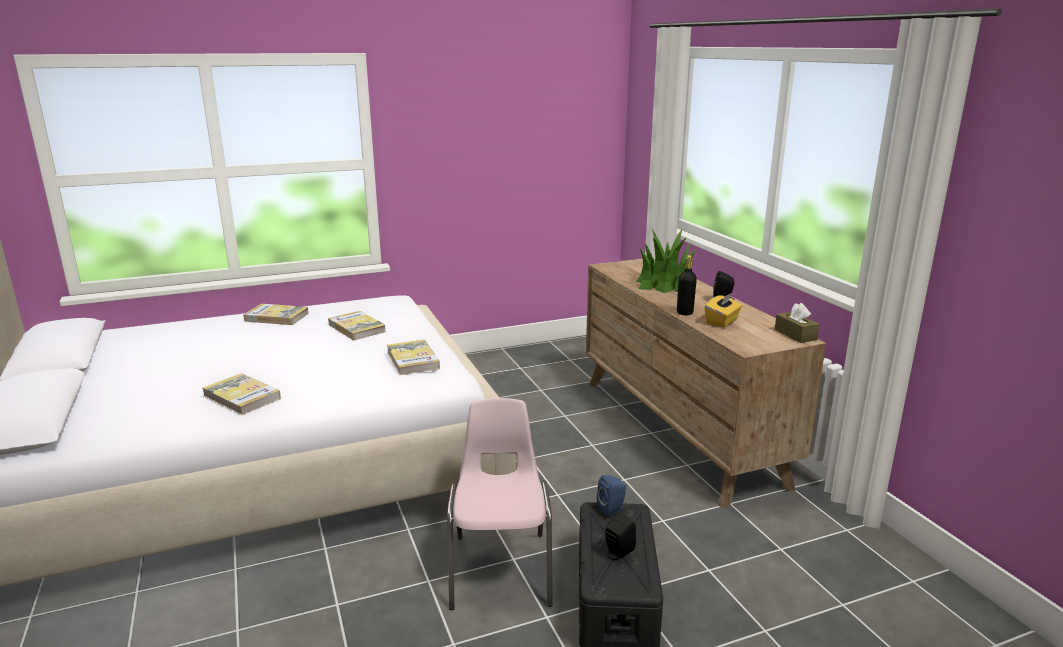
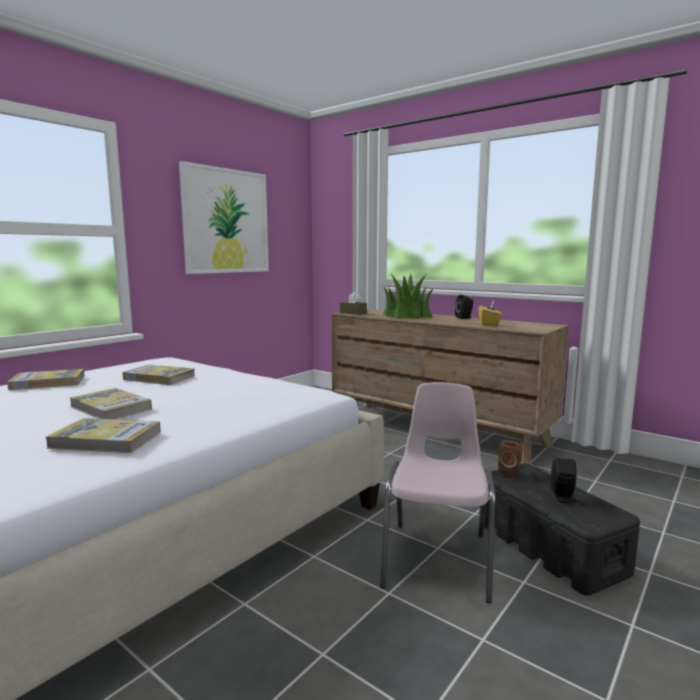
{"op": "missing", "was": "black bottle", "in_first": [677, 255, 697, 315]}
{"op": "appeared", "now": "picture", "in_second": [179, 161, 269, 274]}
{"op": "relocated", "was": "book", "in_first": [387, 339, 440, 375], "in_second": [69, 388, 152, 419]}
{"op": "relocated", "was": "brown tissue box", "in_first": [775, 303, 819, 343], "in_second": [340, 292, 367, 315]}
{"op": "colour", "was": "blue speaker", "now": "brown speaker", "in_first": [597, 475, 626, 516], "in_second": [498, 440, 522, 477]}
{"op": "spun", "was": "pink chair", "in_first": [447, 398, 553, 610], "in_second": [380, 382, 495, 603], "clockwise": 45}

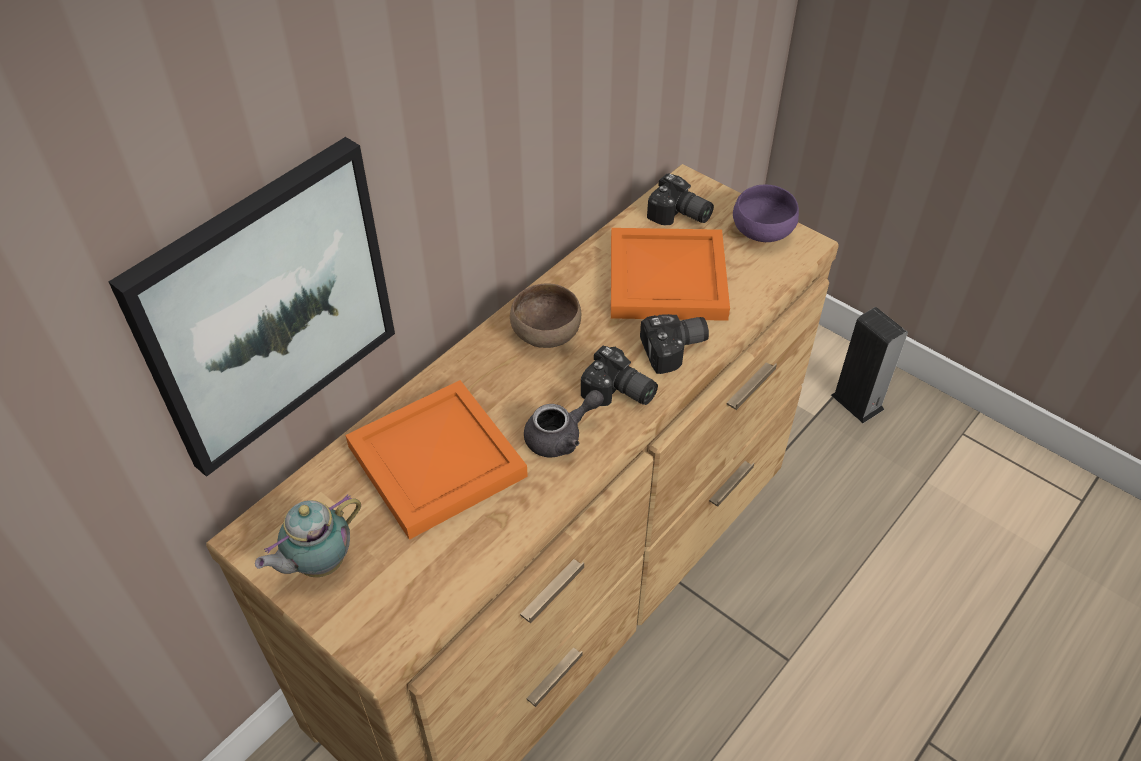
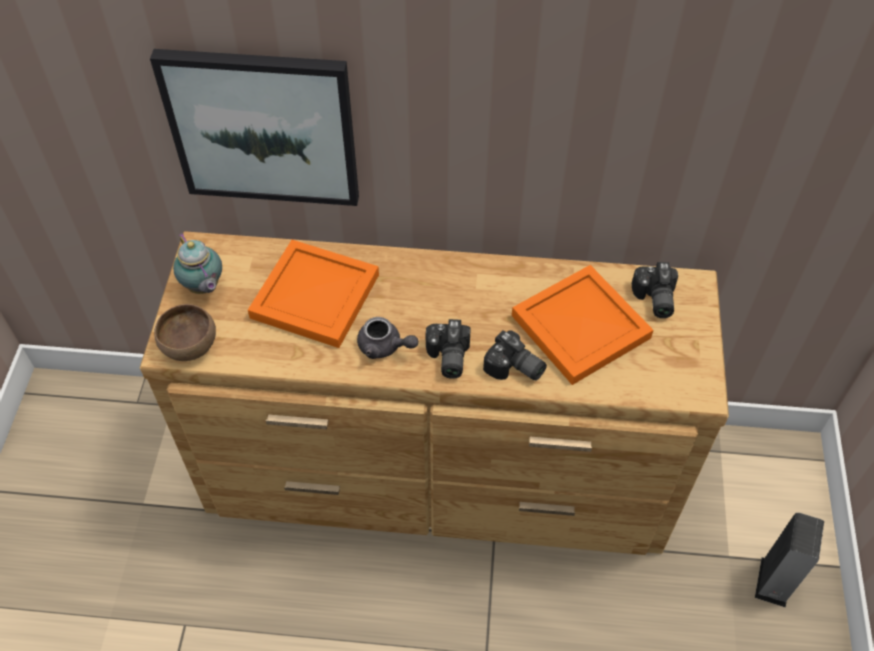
{"op": "missing", "was": "purple bowl", "in_first": [733, 185, 799, 242]}
{"op": "relocated", "was": "brown bowl", "in_first": [510, 283, 581, 348], "in_second": [154, 304, 216, 361]}
{"op": "spun", "was": "teapot", "in_first": [255, 494, 361, 577], "in_second": [173, 233, 222, 294], "clockwise": -135}

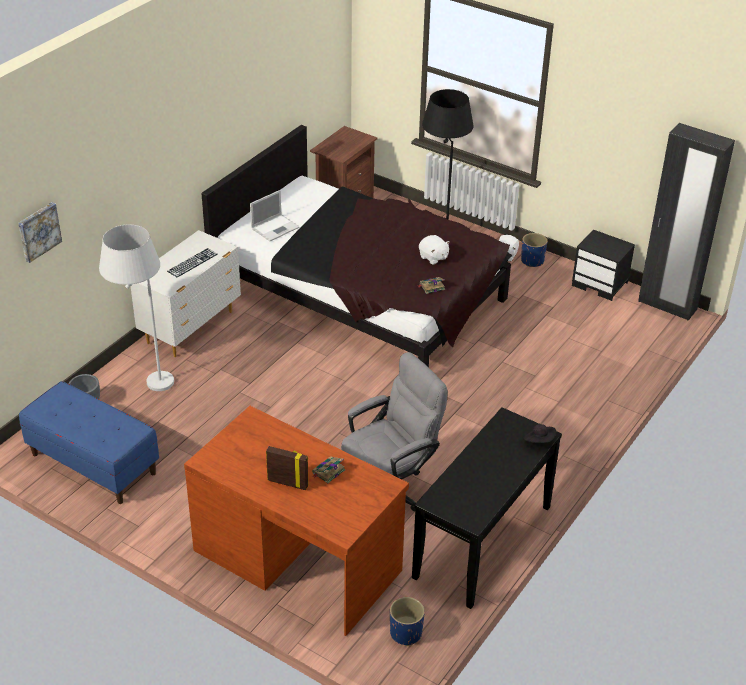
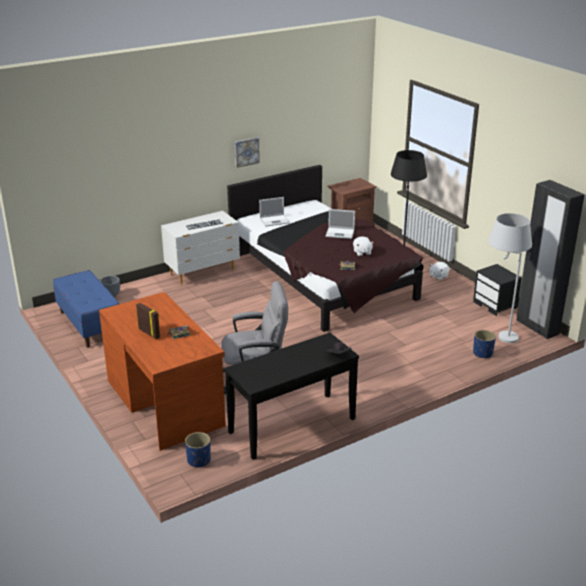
{"op": "appeared", "now": "laptop", "in_second": [326, 209, 355, 239]}
{"op": "relocated", "was": "picture", "in_first": [18, 202, 62, 263], "in_second": [235, 137, 260, 168]}
{"op": "relocated", "was": "white floor lamp", "in_first": [99, 225, 174, 391], "in_second": [488, 213, 532, 343]}
{"op": "relocated", "was": "blue planter", "in_first": [521, 233, 547, 267], "in_second": [473, 330, 496, 358]}

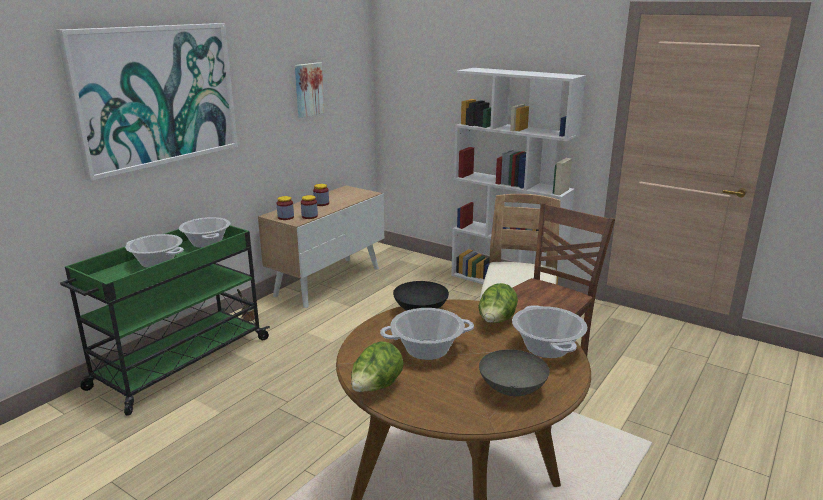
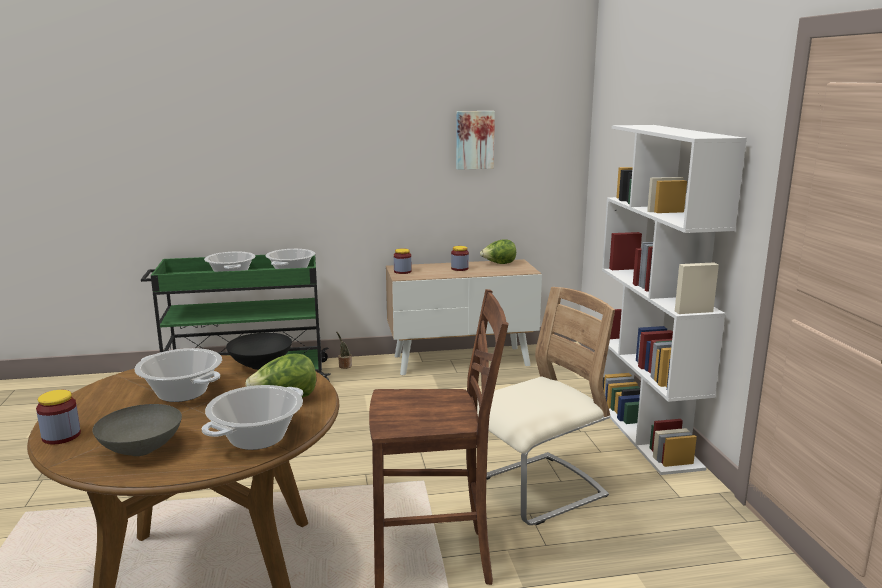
{"op": "missing", "was": "picture", "in_first": [56, 23, 238, 181]}
{"op": "relocated", "was": "jar", "in_first": [301, 195, 318, 219], "in_second": [36, 390, 81, 444]}
{"op": "relocated", "was": "lettuce", "in_first": [351, 342, 404, 392], "in_second": [480, 239, 516, 264]}

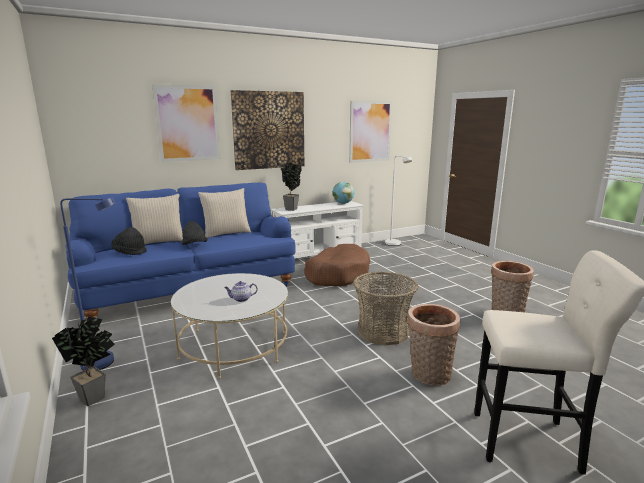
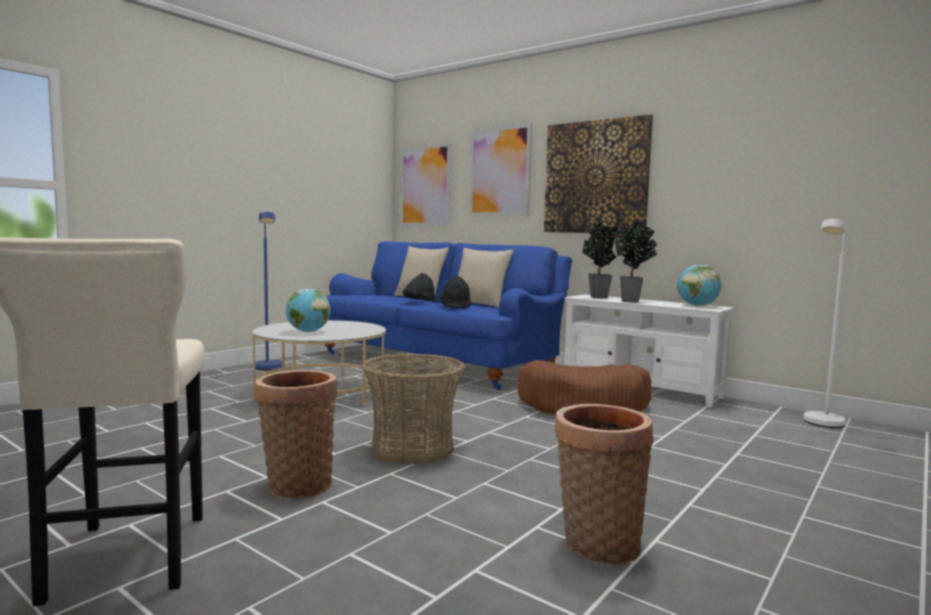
{"op": "relocated", "was": "potted plant", "in_first": [52, 316, 115, 406], "in_second": [613, 222, 658, 303]}
{"op": "relocated", "was": "black hat", "in_first": [111, 227, 147, 255], "in_second": [440, 276, 471, 309]}
{"op": "relocated", "was": "picture", "in_first": [349, 101, 392, 163], "in_second": [400, 143, 452, 226]}
{"op": "exchanged", "was": "teapot", "now": "globe", "in_first": [224, 281, 258, 302], "in_second": [286, 289, 330, 332]}

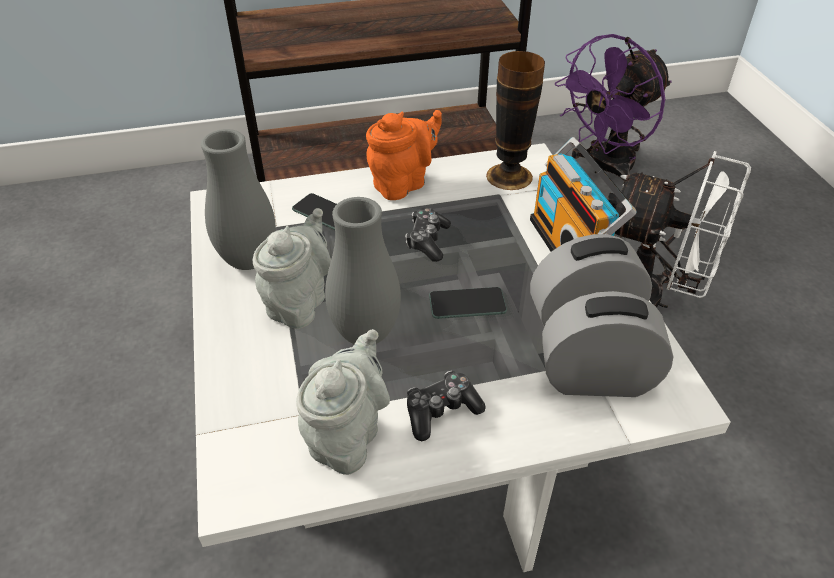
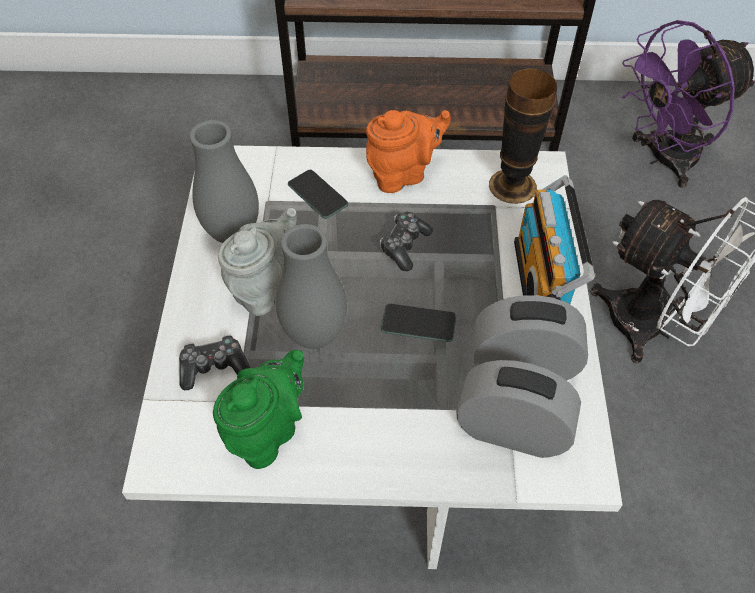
{"op": "relocated", "was": "game controller", "in_first": [407, 371, 486, 441], "in_second": [179, 335, 250, 390]}
{"op": "colour", "was": "grey teapot", "now": "green teapot", "in_first": [296, 329, 390, 475], "in_second": [213, 350, 304, 469]}

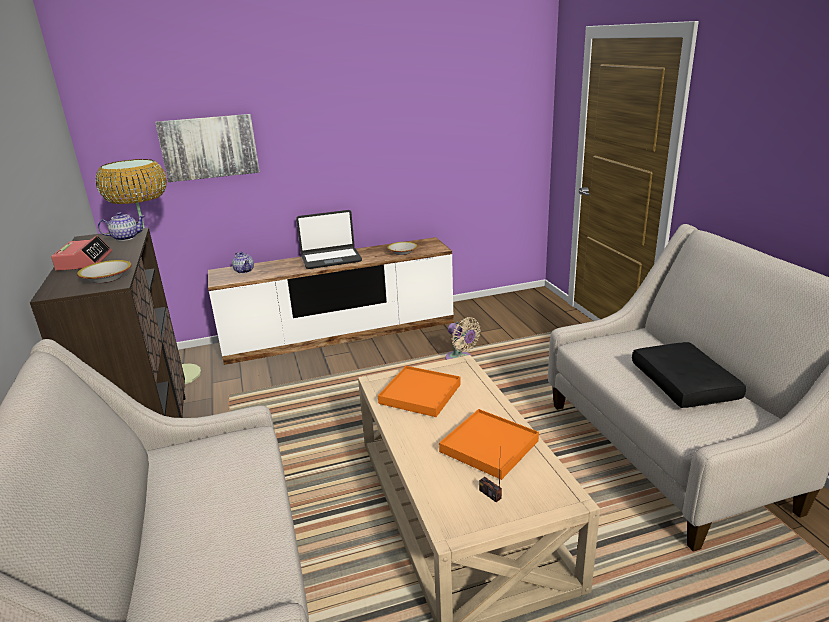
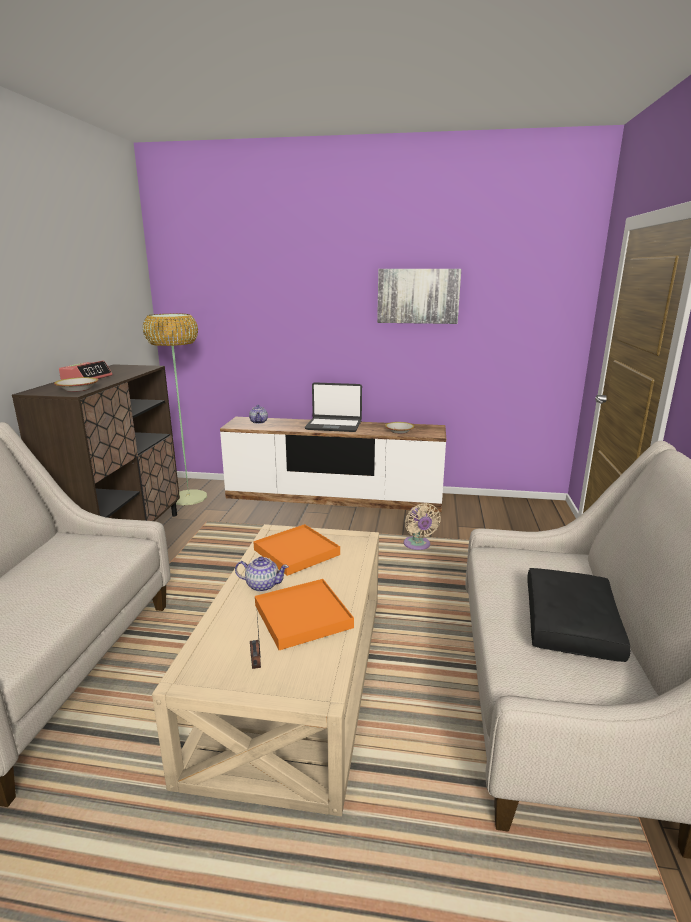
{"op": "relocated", "was": "teapot", "in_first": [98, 212, 145, 241], "in_second": [235, 557, 289, 592]}
{"op": "relocated", "was": "picture", "in_first": [155, 114, 260, 182], "in_second": [377, 269, 461, 324]}

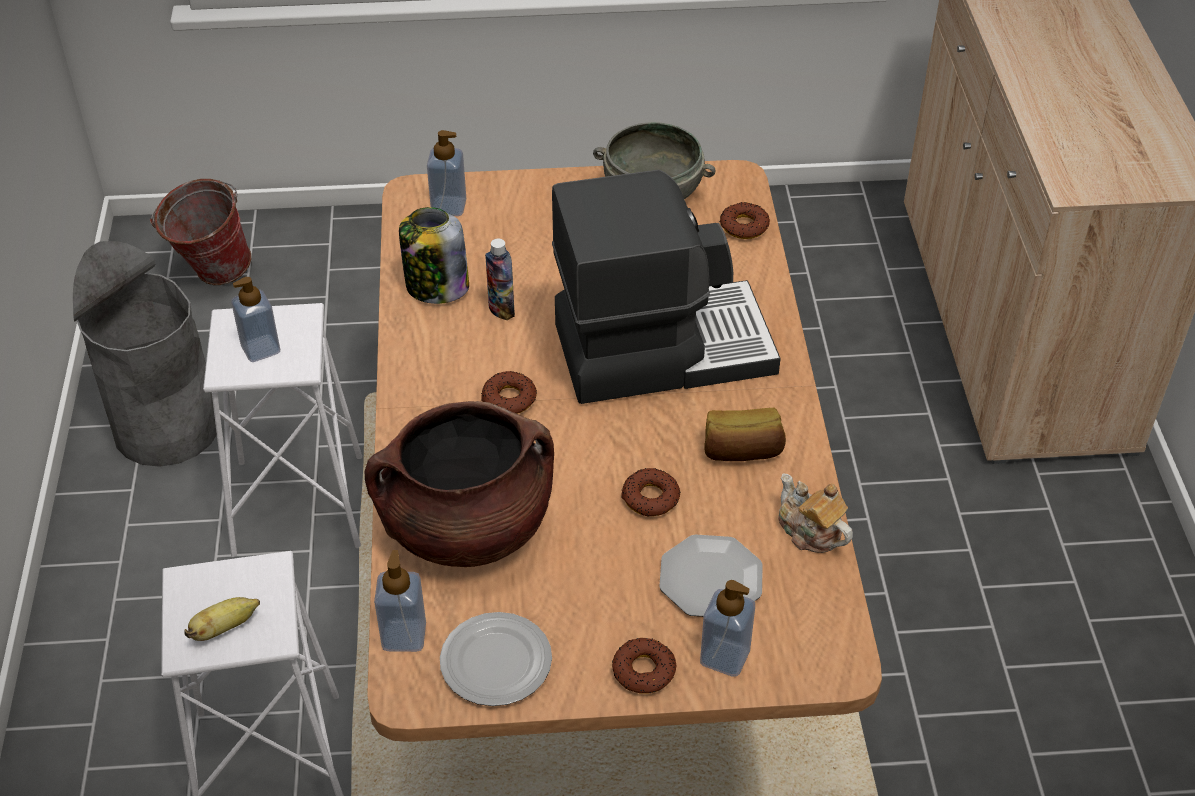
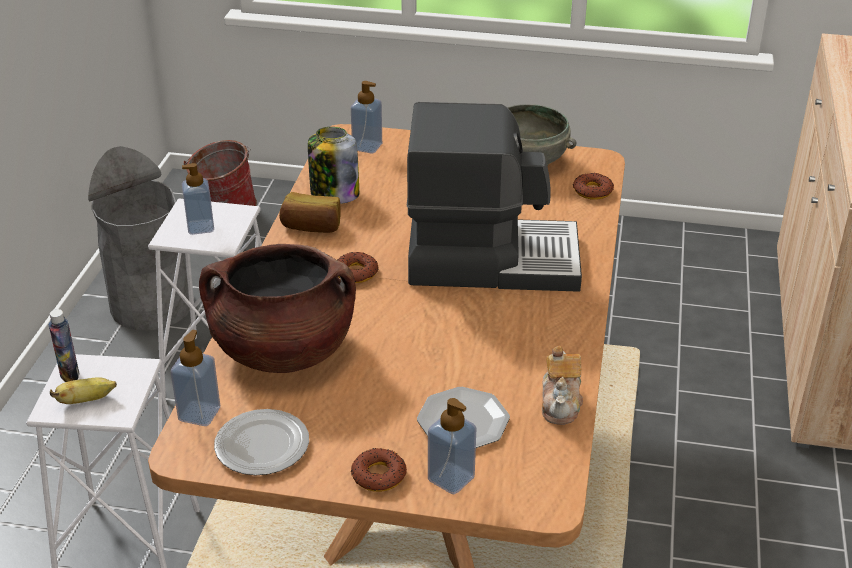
{"op": "missing", "was": "donut", "in_first": [621, 468, 680, 517]}
{"op": "relocated", "was": "bottle", "in_first": [485, 238, 515, 320], "in_second": [48, 309, 79, 382]}
{"op": "relocated", "was": "bread", "in_first": [704, 407, 786, 461], "in_second": [279, 192, 341, 233]}
{"op": "spun", "was": "teapot", "in_first": [778, 474, 853, 553], "in_second": [542, 346, 583, 425], "clockwise": -150}

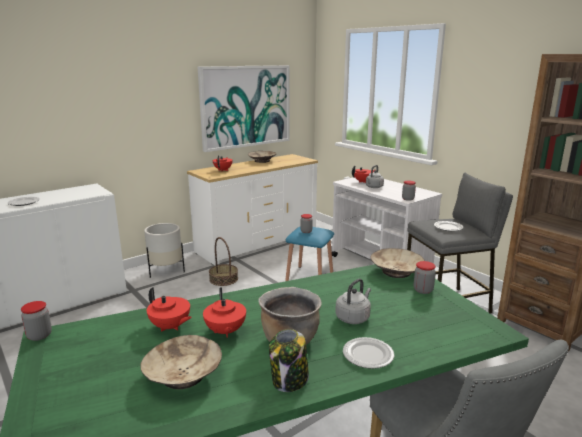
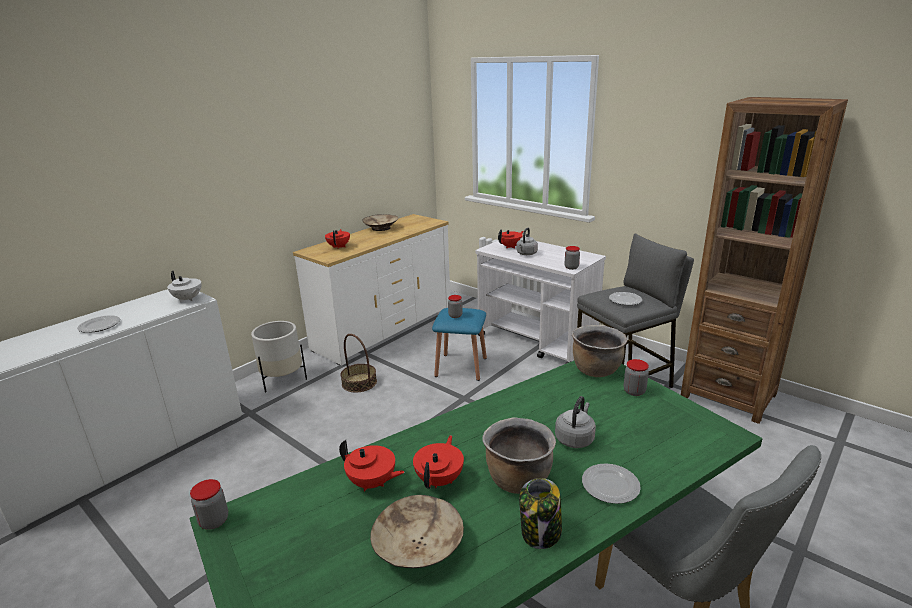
{"op": "missing", "was": "picture", "in_first": [198, 65, 290, 152]}
{"op": "appeared", "now": "white teapot", "in_second": [167, 271, 202, 302]}
{"op": "exchanged", "was": "beige bowl", "now": "brown cooking pot", "in_first": [370, 248, 425, 278], "in_second": [572, 325, 627, 377]}
{"op": "spun", "was": "red teapot", "in_first": [203, 287, 246, 338], "in_second": [413, 435, 464, 489], "clockwise": -135}

